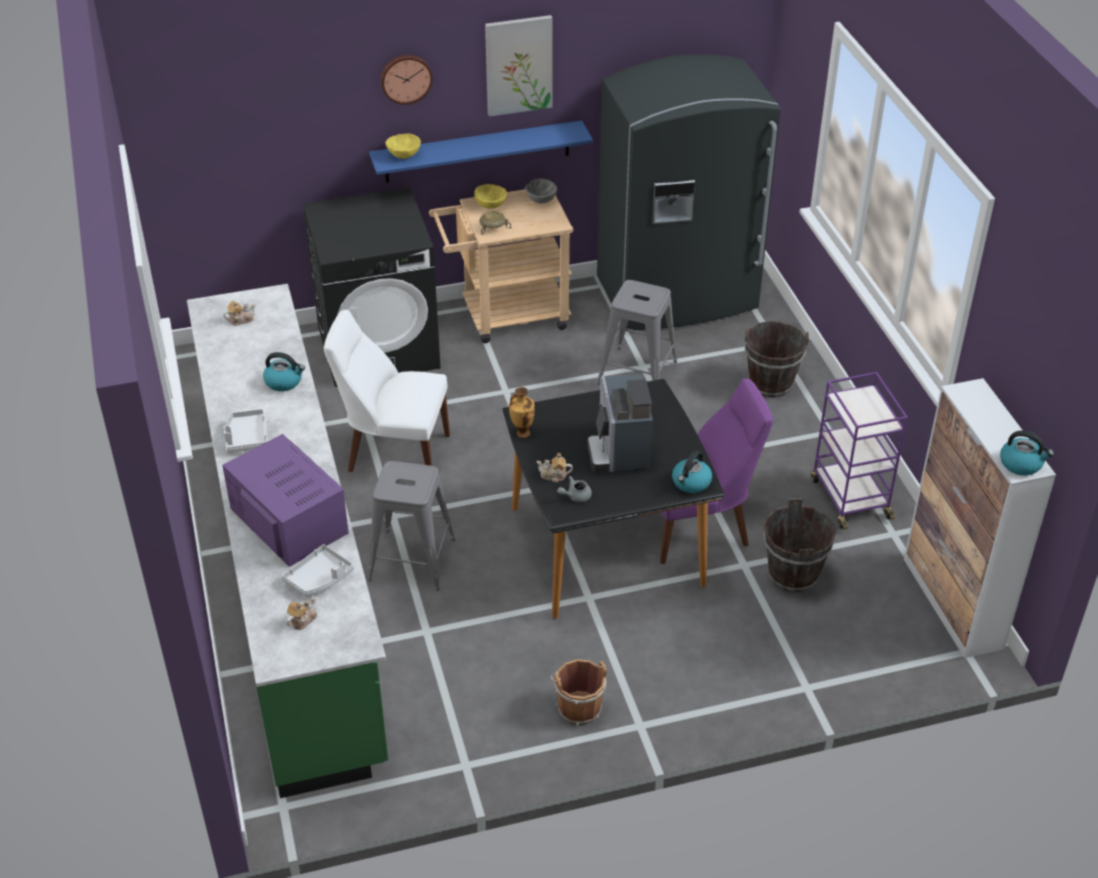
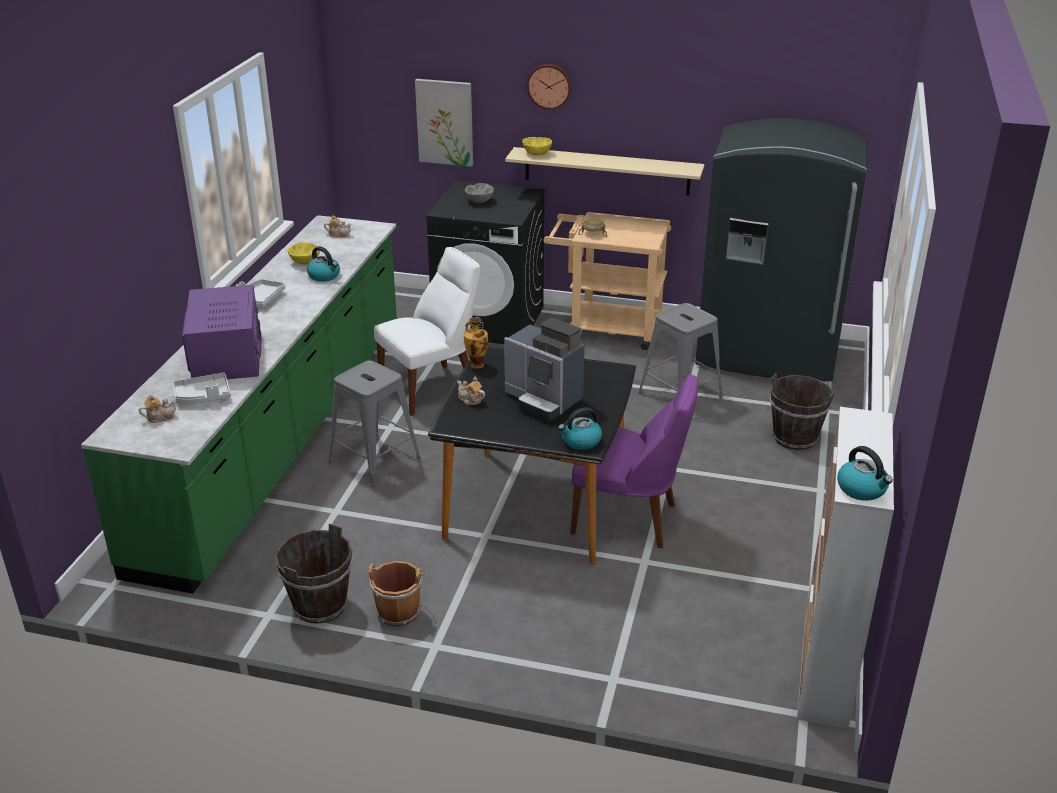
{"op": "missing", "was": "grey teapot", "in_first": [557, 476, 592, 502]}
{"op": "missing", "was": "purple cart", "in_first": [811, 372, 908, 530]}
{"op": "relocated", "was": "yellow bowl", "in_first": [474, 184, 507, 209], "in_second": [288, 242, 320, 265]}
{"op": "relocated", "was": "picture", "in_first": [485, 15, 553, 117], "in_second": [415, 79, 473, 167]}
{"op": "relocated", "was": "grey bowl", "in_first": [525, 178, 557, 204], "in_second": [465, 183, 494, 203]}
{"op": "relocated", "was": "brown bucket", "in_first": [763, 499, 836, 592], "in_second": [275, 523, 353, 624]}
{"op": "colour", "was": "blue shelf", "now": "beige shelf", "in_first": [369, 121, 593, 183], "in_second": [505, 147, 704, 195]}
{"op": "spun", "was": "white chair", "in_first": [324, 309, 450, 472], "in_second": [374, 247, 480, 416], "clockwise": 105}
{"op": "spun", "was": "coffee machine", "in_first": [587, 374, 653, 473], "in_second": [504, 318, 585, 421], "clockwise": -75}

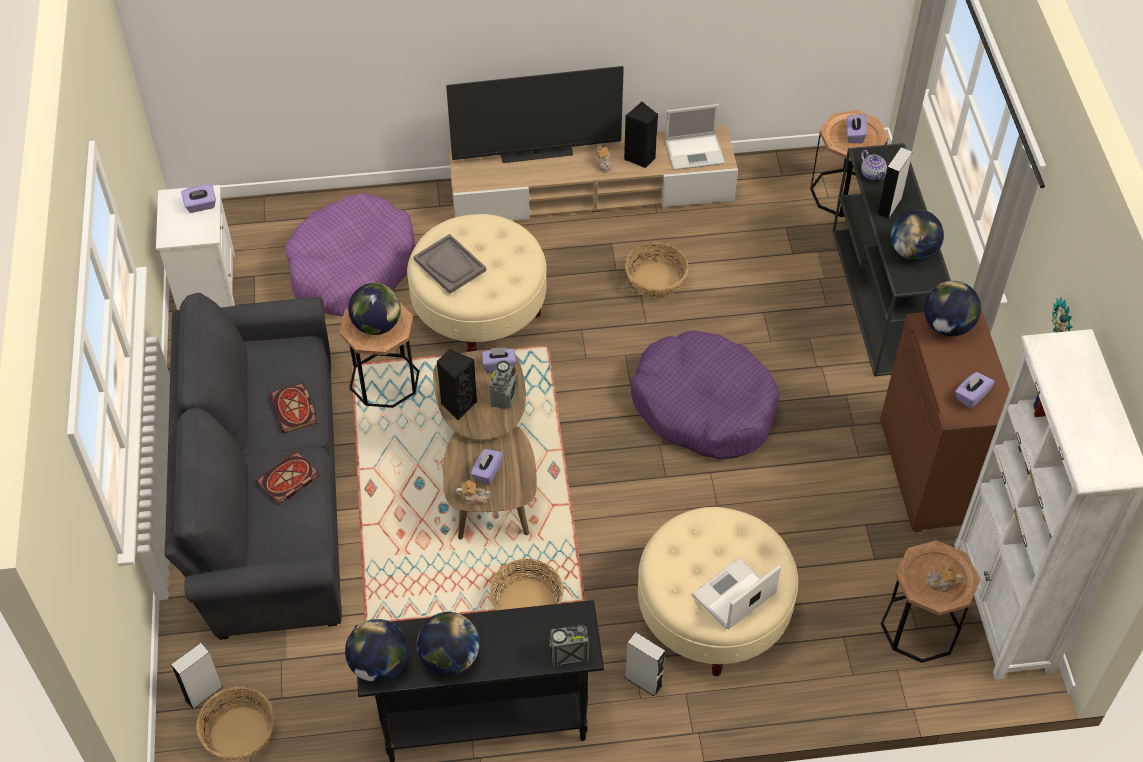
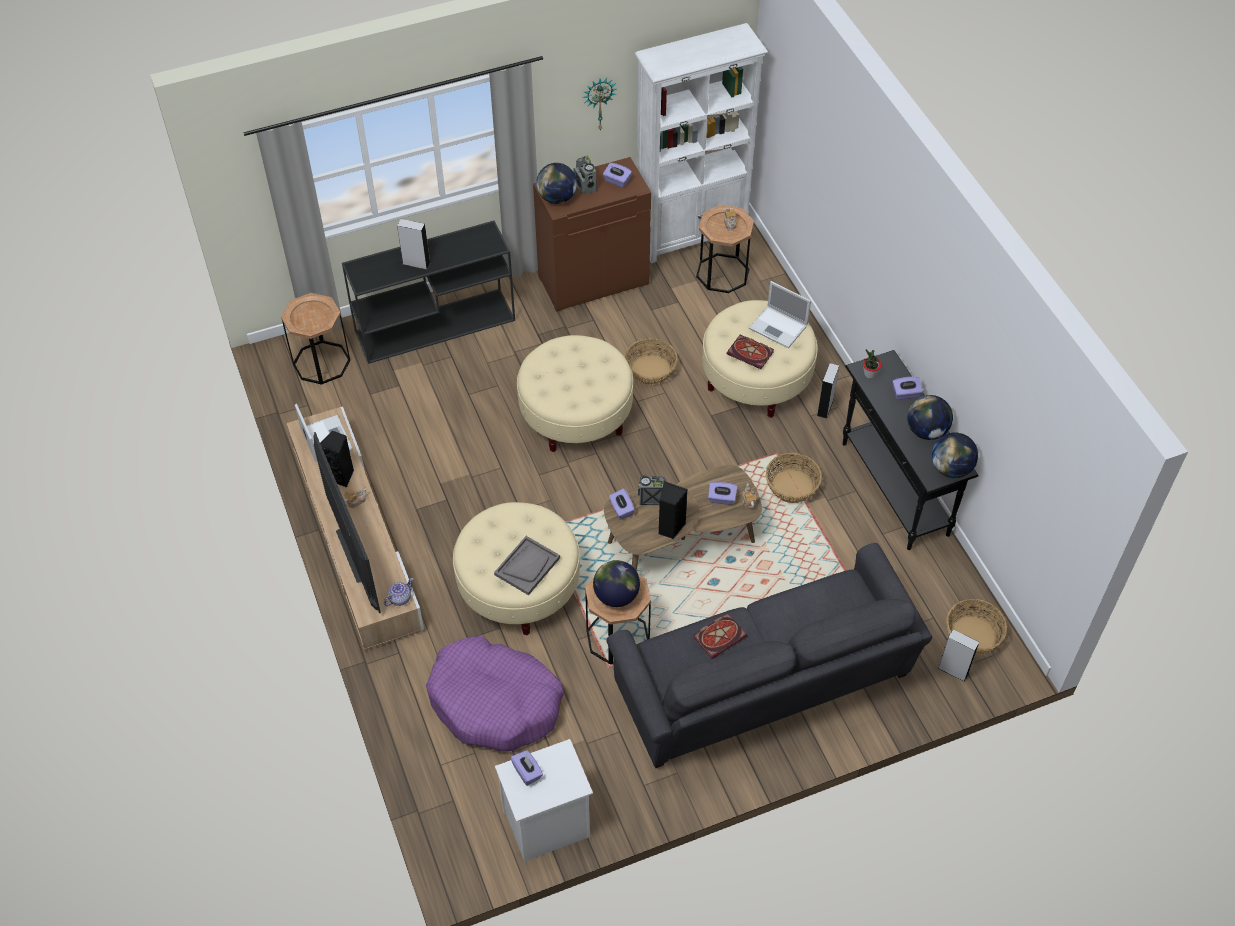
{"op": "missing", "was": "globe", "in_first": [891, 209, 944, 261]}
{"op": "appeared", "now": "potted plant", "in_second": [863, 349, 881, 379]}
{"op": "relocated", "was": "book", "in_first": [255, 451, 319, 505], "in_second": [727, 335, 774, 369]}
{"op": "relocated", "was": "radio", "in_first": [548, 625, 589, 667], "in_second": [573, 156, 596, 194]}
{"op": "relocated", "was": "basket", "in_first": [625, 242, 689, 298], "in_second": [625, 338, 678, 385]}
{"op": "relocated", "was": "purple tissue box", "in_first": [847, 113, 867, 144], "in_second": [892, 376, 923, 400]}
{"op": "relocated", "was": "teapot", "in_first": [861, 150, 887, 181], "in_second": [384, 578, 413, 606]}
{"op": "exchanged", "was": "purple dog bed", "now": "beige ottoman", "in_first": [631, 331, 780, 459], "in_second": [517, 335, 633, 452]}

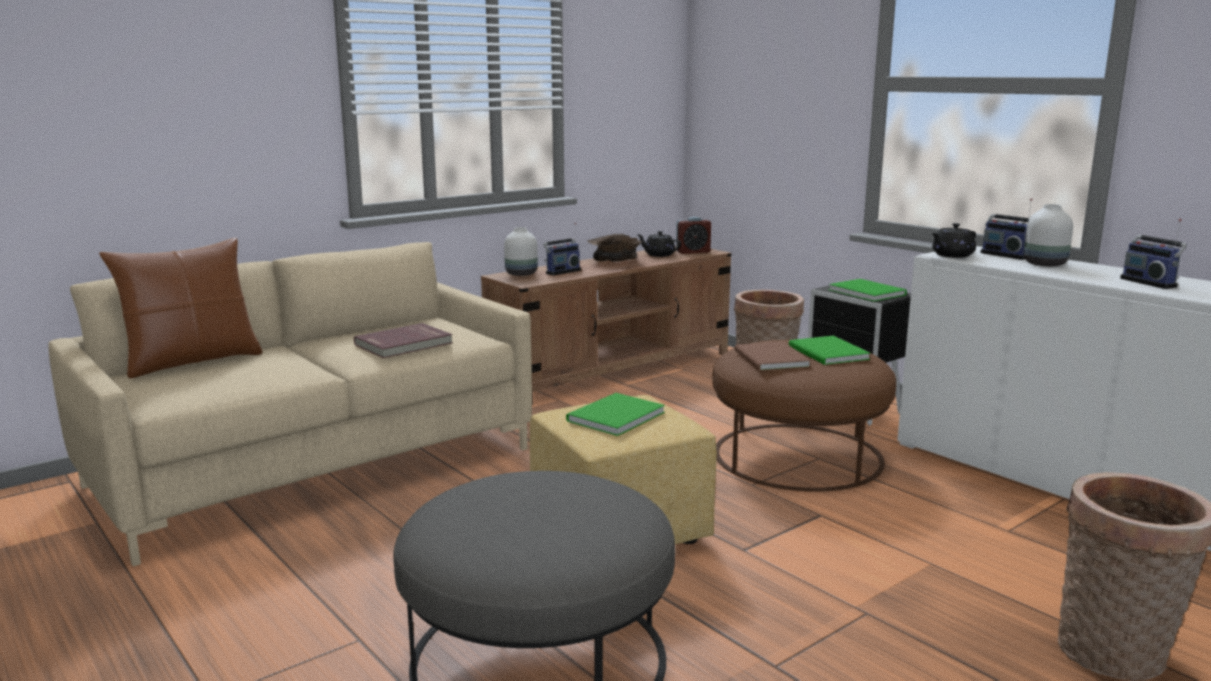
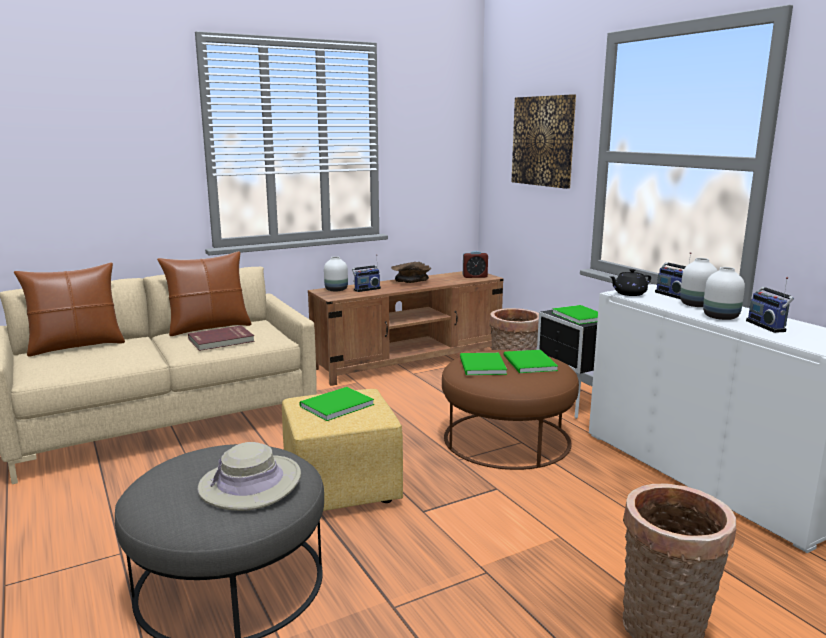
{"op": "missing", "was": "black teapot", "in_first": [636, 231, 681, 257]}
{"op": "appeared", "now": "brown pillow", "in_second": [157, 251, 252, 336]}
{"op": "appeared", "now": "beige hat", "in_second": [198, 442, 301, 511]}
{"op": "appeared", "now": "picture", "in_second": [511, 94, 576, 189]}
{"op": "appeared", "now": "white vase", "in_second": [703, 267, 745, 320]}
{"op": "colour", "was": "brown book", "now": "green book", "in_first": [734, 342, 811, 371], "in_second": [460, 353, 507, 375]}

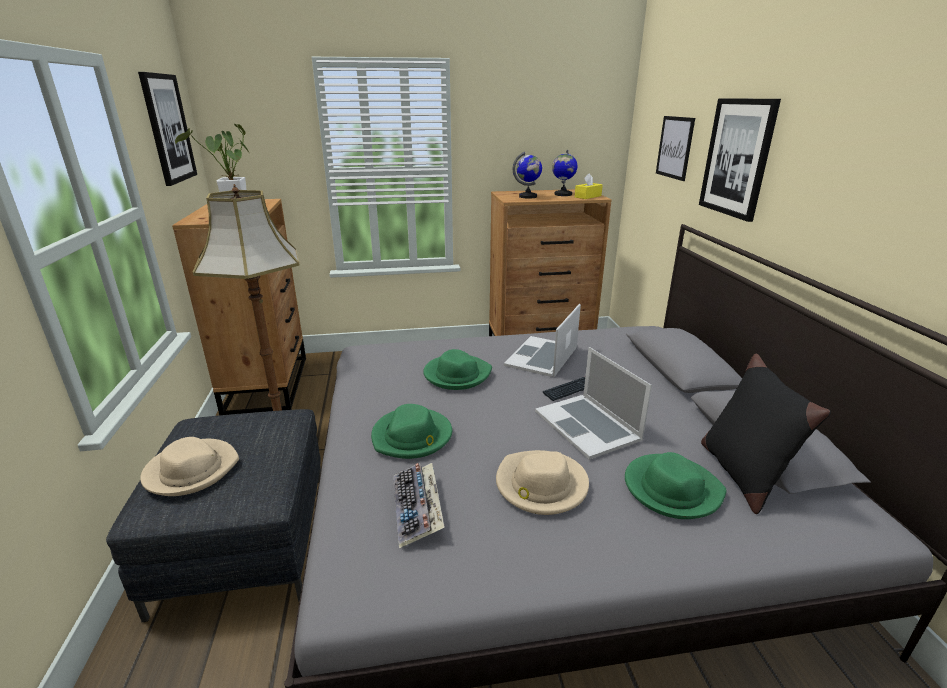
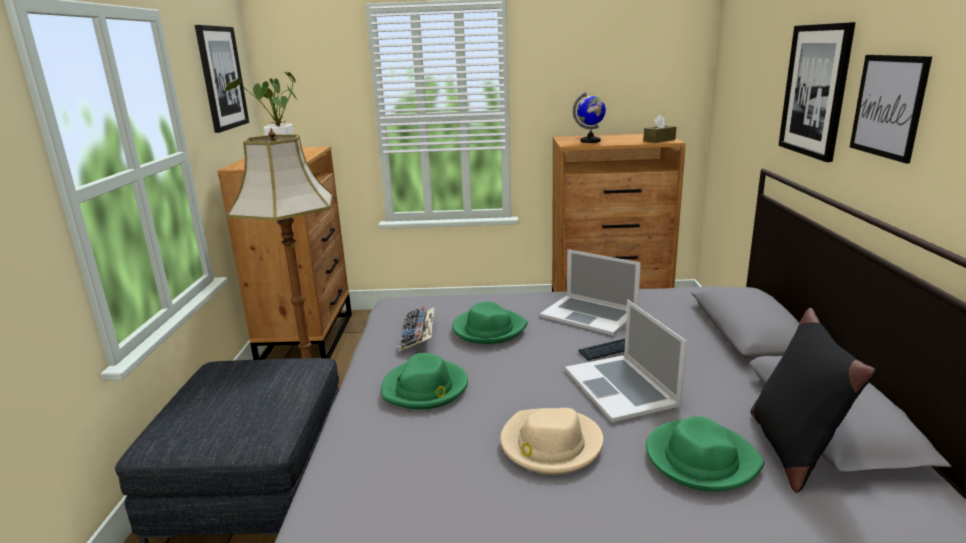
{"op": "missing", "was": "beige hat", "in_first": [140, 437, 239, 496]}
{"op": "missing", "was": "globe", "in_first": [552, 150, 577, 196]}
{"op": "relocated", "was": "keyboard", "in_first": [394, 463, 444, 549], "in_second": [398, 306, 435, 352]}
{"op": "relocated", "was": "picture", "in_first": [656, 116, 695, 181], "in_second": [850, 55, 932, 164]}
{"op": "colour", "was": "yellow tissue box", "now": "brown tissue box", "in_first": [575, 173, 603, 199], "in_second": [643, 114, 676, 143]}
{"op": "spun", "was": "laptop", "in_first": [504, 304, 581, 377], "in_second": [540, 249, 641, 335], "clockwise": -90}

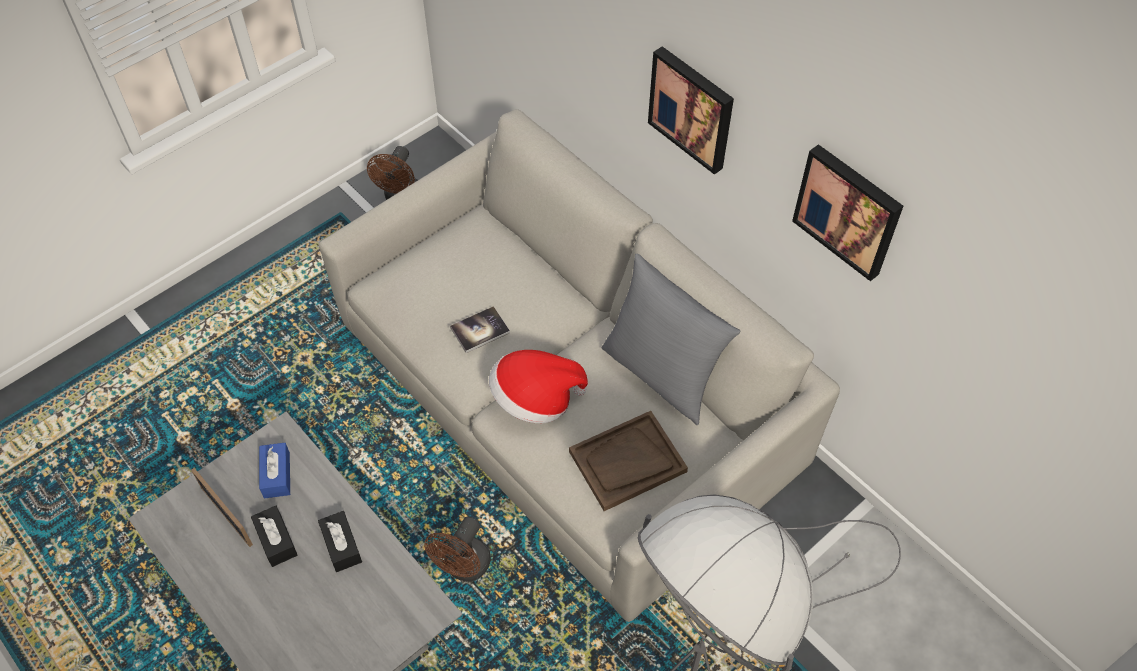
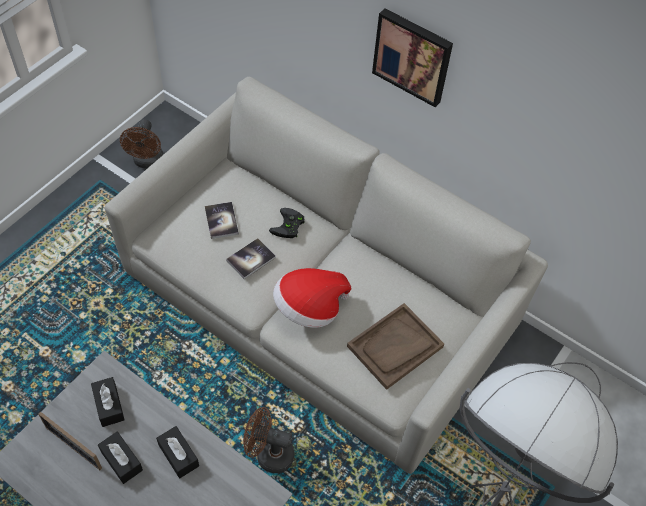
{"op": "missing", "was": "grey pillow", "in_first": [602, 253, 740, 425]}
{"op": "missing", "was": "picture", "in_first": [792, 144, 903, 281]}
{"op": "appeared", "now": "book", "in_second": [205, 202, 239, 239]}
{"op": "appeared", "now": "black game controller", "in_second": [269, 208, 305, 238]}
{"op": "colour", "was": "blue tissue box", "now": "black tissue box", "in_first": [259, 443, 290, 499], "in_second": [91, 377, 125, 427]}
{"op": "spun", "was": "brown fan", "in_first": [424, 517, 491, 581], "in_second": [243, 407, 295, 473], "clockwise": 90}

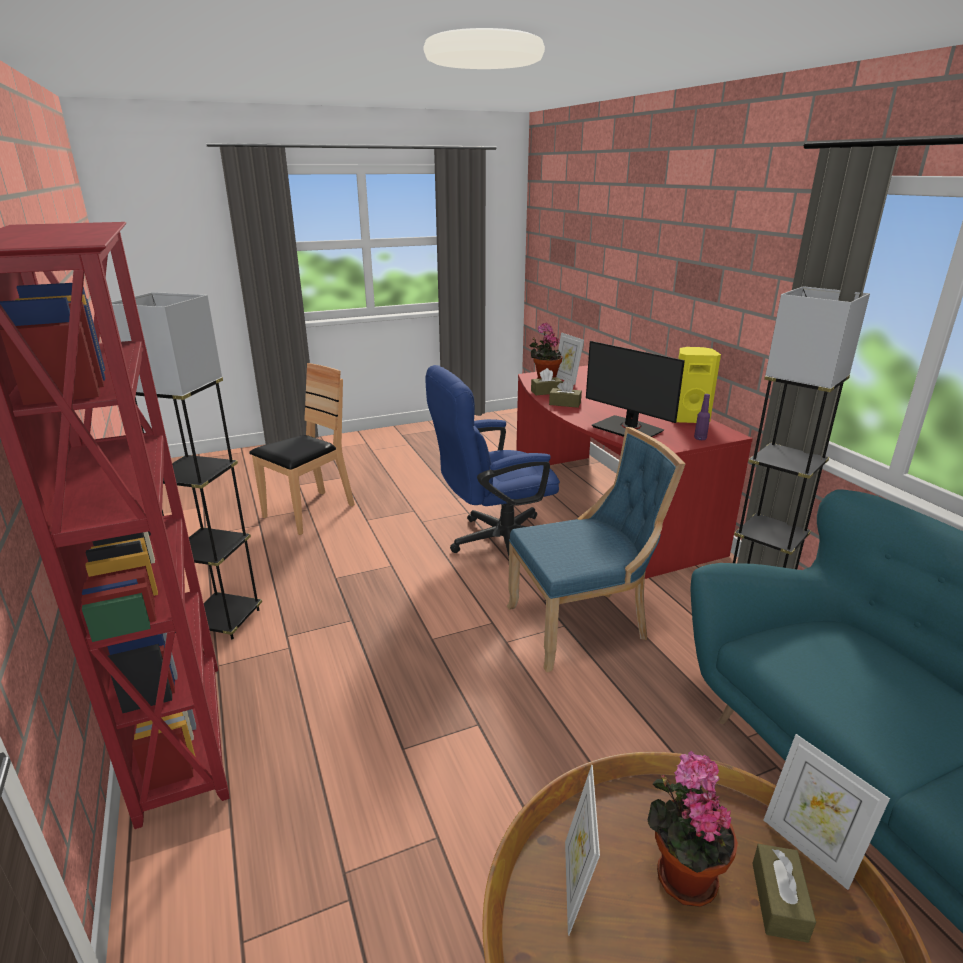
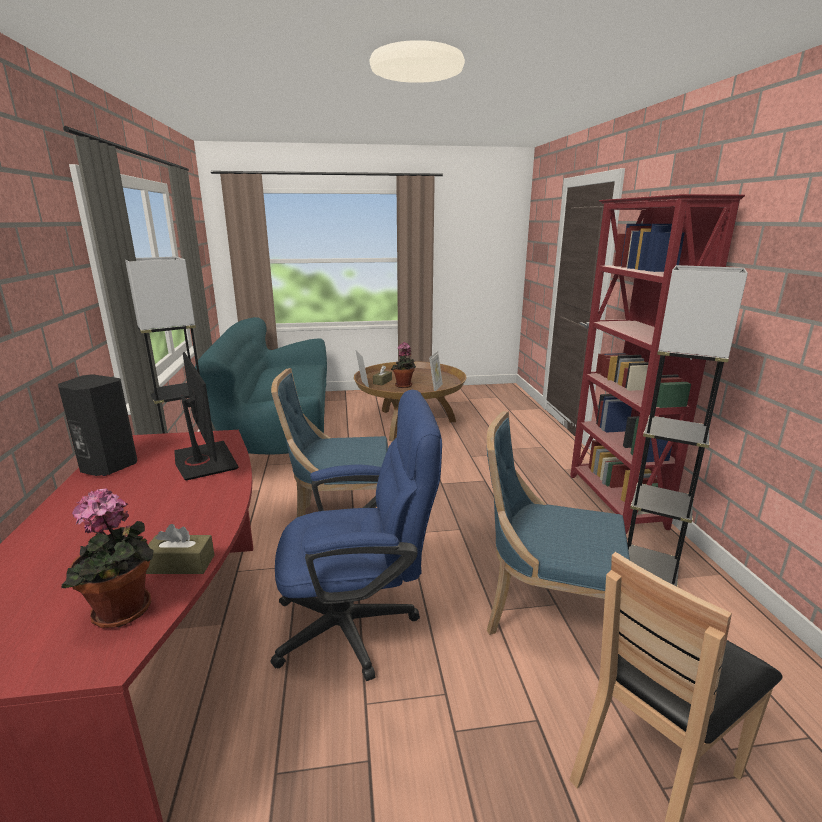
{"op": "missing", "was": "brown tissue box", "in_first": [549, 380, 582, 408]}
{"op": "missing", "was": "picture frame", "in_first": [556, 333, 584, 385]}
{"op": "missing", "was": "purple bottle", "in_first": [694, 394, 710, 440]}
{"op": "appeared", "now": "blue chair", "in_second": [487, 411, 630, 635]}
{"op": "colour", "was": "yellow speaker", "now": "black speaker", "in_first": [676, 347, 721, 423], "in_second": [58, 374, 137, 476]}

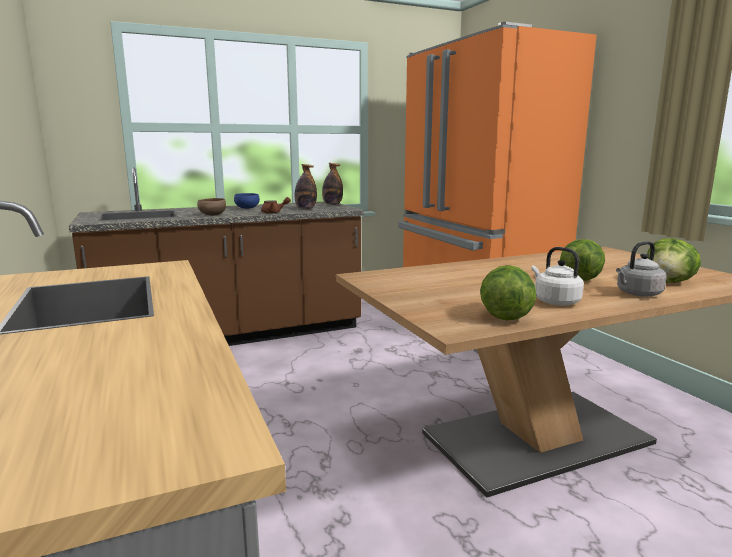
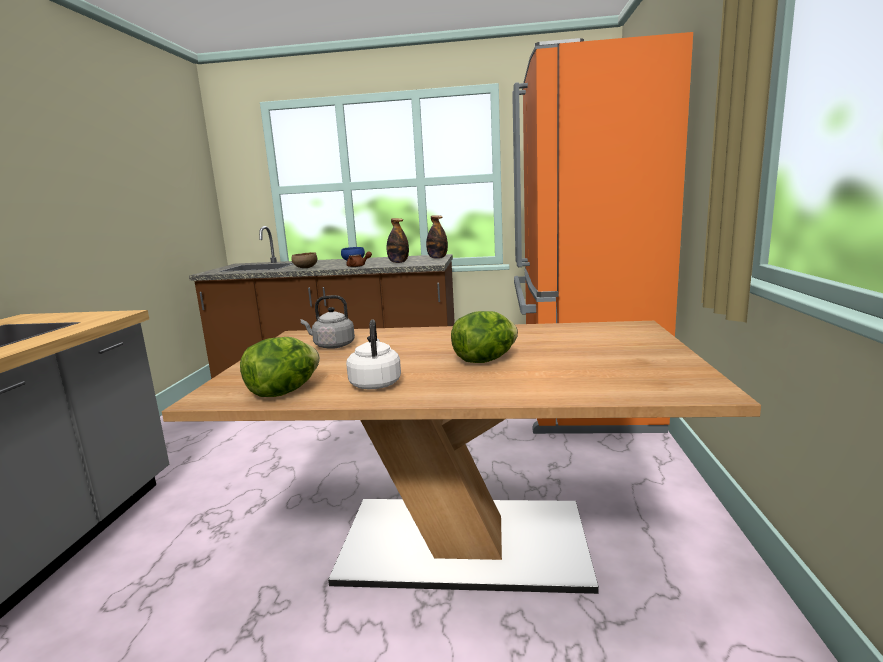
{"op": "missing", "was": "lettuce", "in_first": [647, 238, 701, 283]}
{"op": "relocated", "was": "grey kettle", "in_first": [616, 241, 667, 297], "in_second": [301, 295, 355, 349]}

